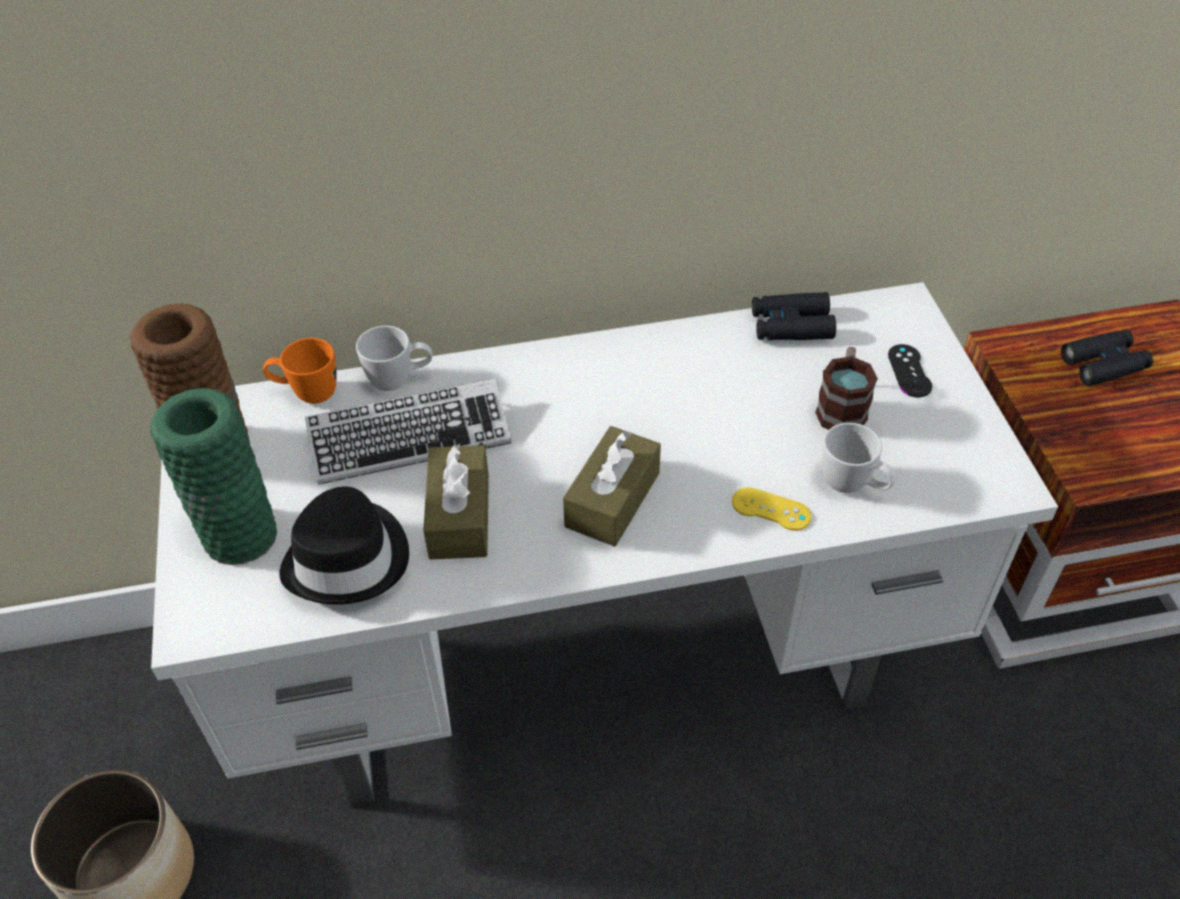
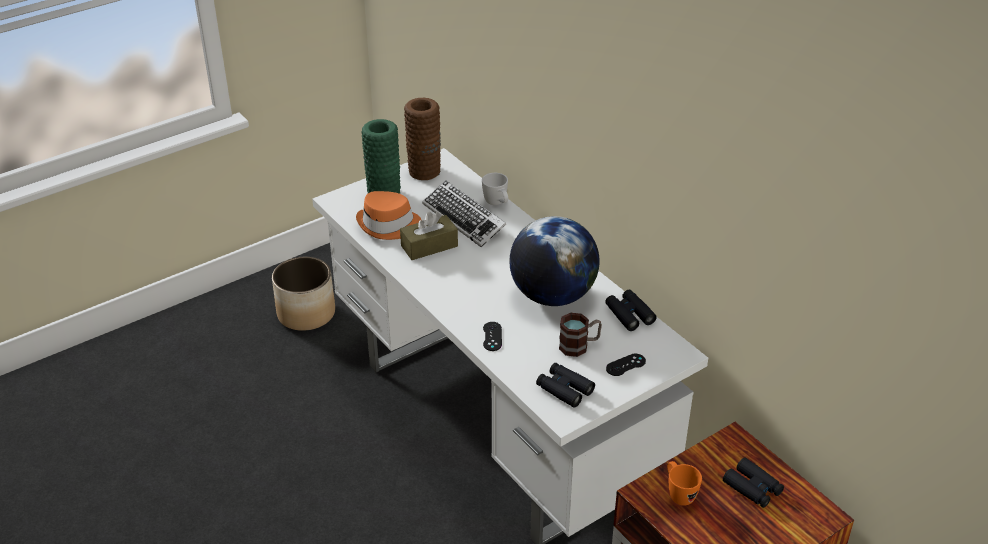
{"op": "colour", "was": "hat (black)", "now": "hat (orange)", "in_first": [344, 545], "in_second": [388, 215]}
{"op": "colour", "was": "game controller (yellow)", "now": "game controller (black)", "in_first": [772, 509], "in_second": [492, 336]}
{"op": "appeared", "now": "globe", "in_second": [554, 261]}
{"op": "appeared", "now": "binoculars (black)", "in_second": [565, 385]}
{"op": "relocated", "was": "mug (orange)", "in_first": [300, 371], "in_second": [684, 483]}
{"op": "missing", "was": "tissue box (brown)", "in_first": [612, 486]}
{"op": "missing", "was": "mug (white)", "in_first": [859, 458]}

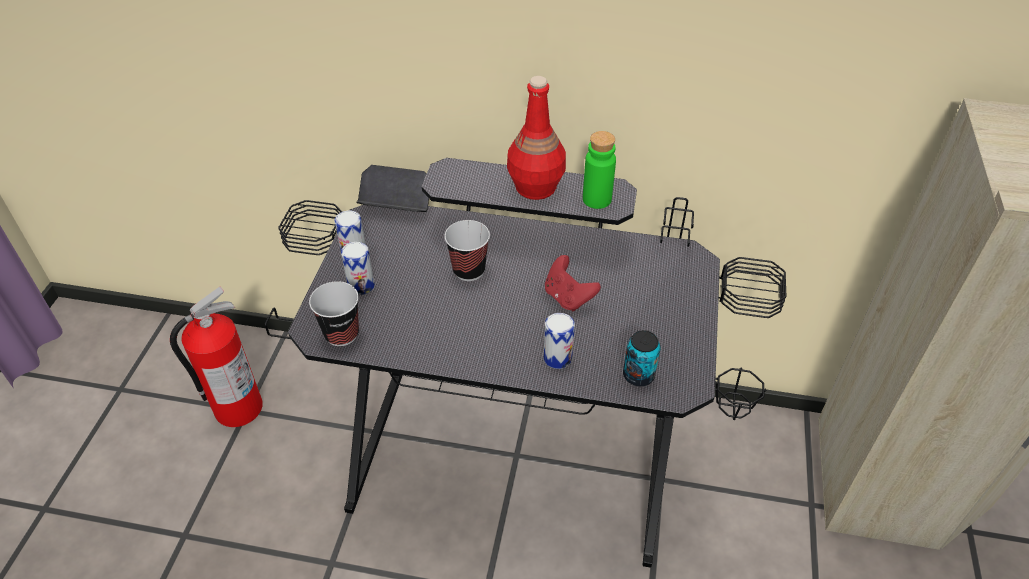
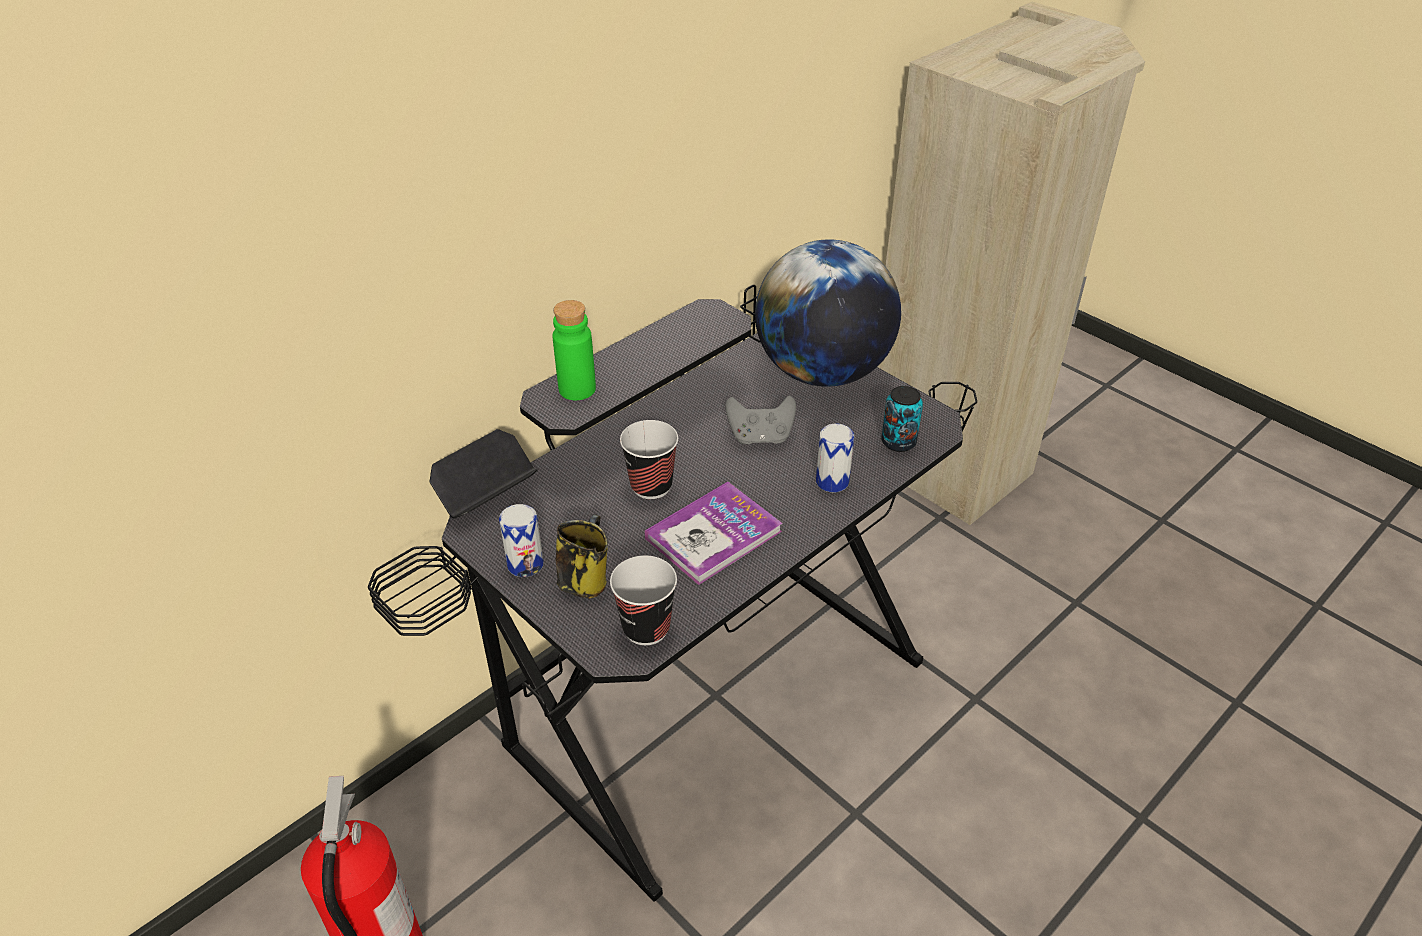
{"op": "relocated", "was": "bottle (green)", "in_first": [599, 170], "in_second": [574, 350]}
{"op": "exchanged", "was": "can", "now": "mug", "in_first": [358, 268], "in_second": [582, 556]}
{"op": "appeared", "now": "book", "in_second": [713, 533]}
{"op": "colour", "was": "game controller (red)", "now": "game controller (grey)", "in_first": [573, 283], "in_second": [760, 420]}
{"op": "appeared", "now": "globe", "in_second": [828, 313]}
{"op": "missing", "was": "bottle (red)", "in_first": [536, 138]}

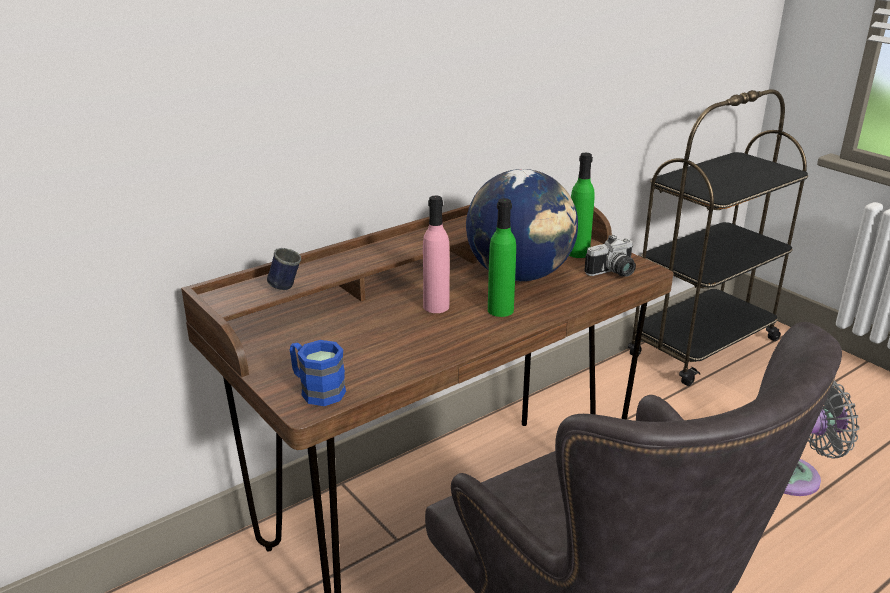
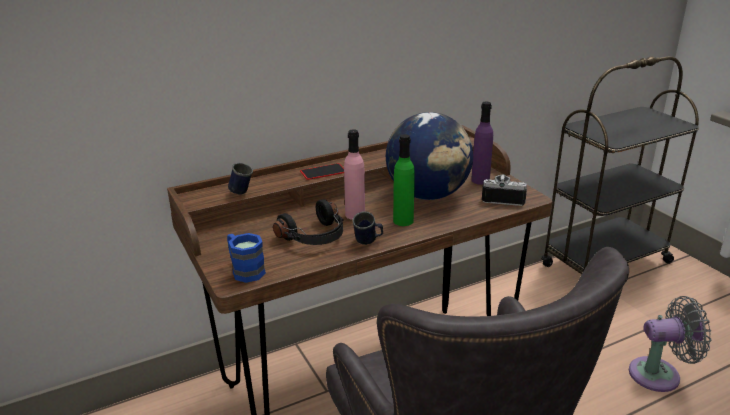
{"op": "appeared", "now": "headphones (black)", "in_second": [308, 222]}
{"op": "appeared", "now": "phone", "in_second": [322, 171]}
{"op": "appeared", "now": "mug (blue)", "in_second": [368, 228]}
{"op": "colour", "was": "bottle (green)", "now": "bottle (purple)", "in_first": [582, 205], "in_second": [482, 143]}
{"op": "spun", "was": "photo camera", "in_first": [610, 256], "in_second": [504, 190], "clockwise": -150}

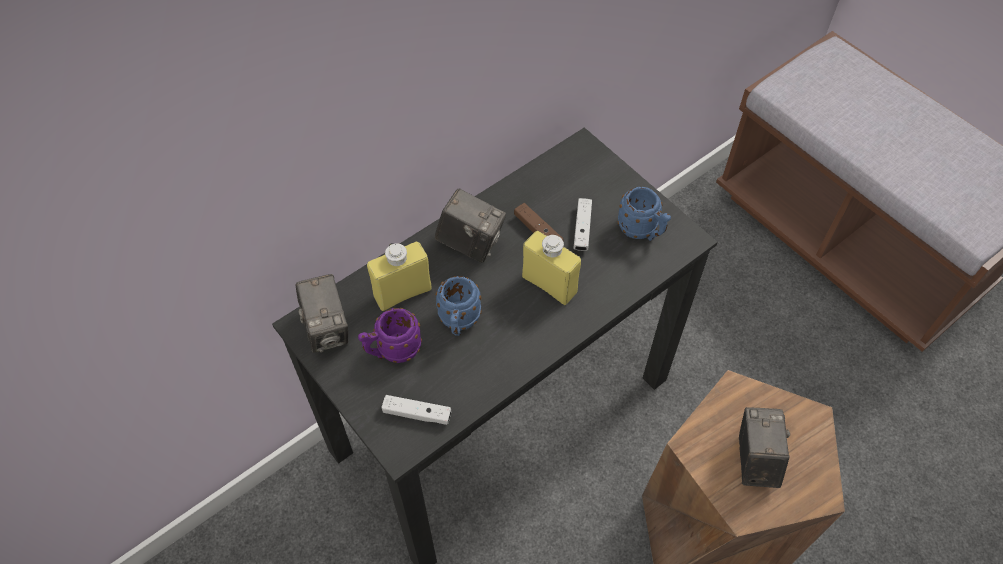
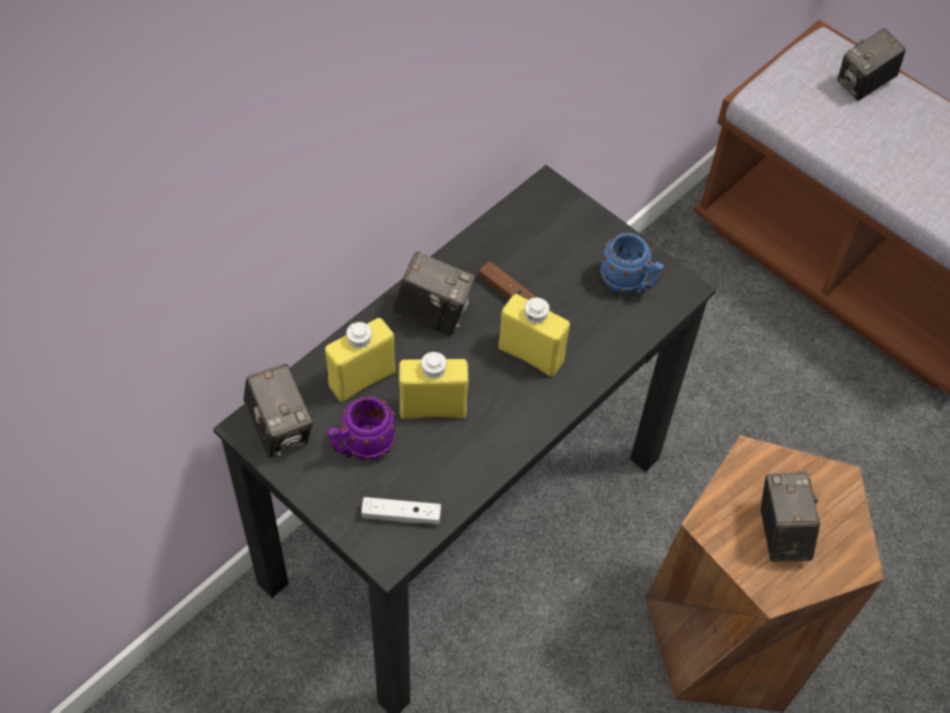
{"op": "exchanged", "was": "mug (blue)", "now": "bottle (yellow)", "in_first": [458, 306], "in_second": [434, 384]}
{"op": "appeared", "now": "photo camera", "in_second": [871, 64]}
{"op": "missing", "was": "game controller (white)", "in_first": [582, 224]}

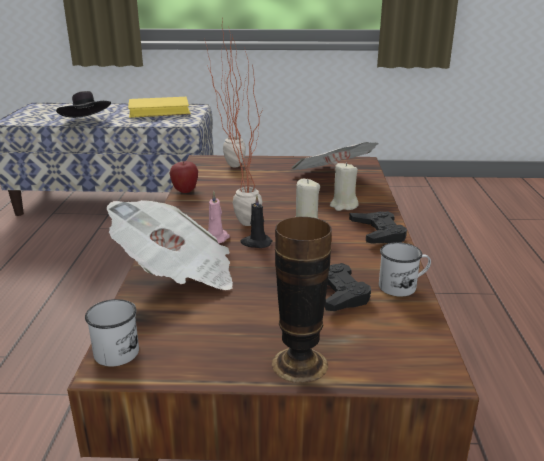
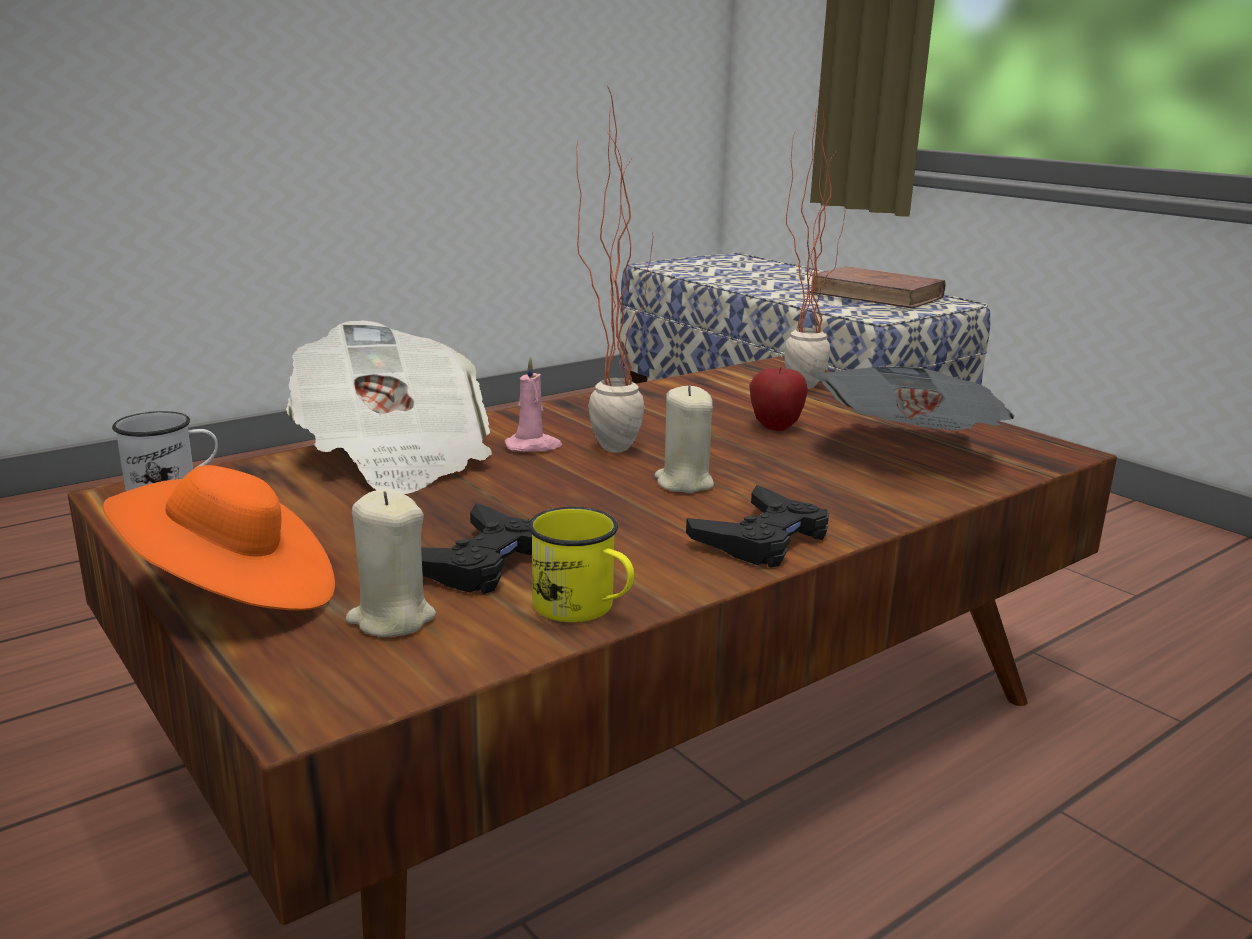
{"op": "exchanged", "was": "vase", "now": "hat (orange)", "in_first": [302, 300], "in_second": [219, 537]}
{"op": "relocated", "was": "candle (beige)", "in_first": [344, 186], "in_second": [391, 563]}
{"op": "colour", "was": "mug (white)", "now": "mug (yellow)", "in_first": [405, 269], "in_second": [581, 564]}
{"op": "relocated", "was": "apple", "in_first": [184, 177], "in_second": [778, 399]}
{"op": "colour", "was": "book (yellow)", "now": "book (brown)", "in_first": [159, 107], "in_second": [878, 287]}
{"op": "missing", "was": "hat (black)", "in_first": [83, 104]}
{"op": "missing", "was": "candle (black)", "in_first": [257, 221]}

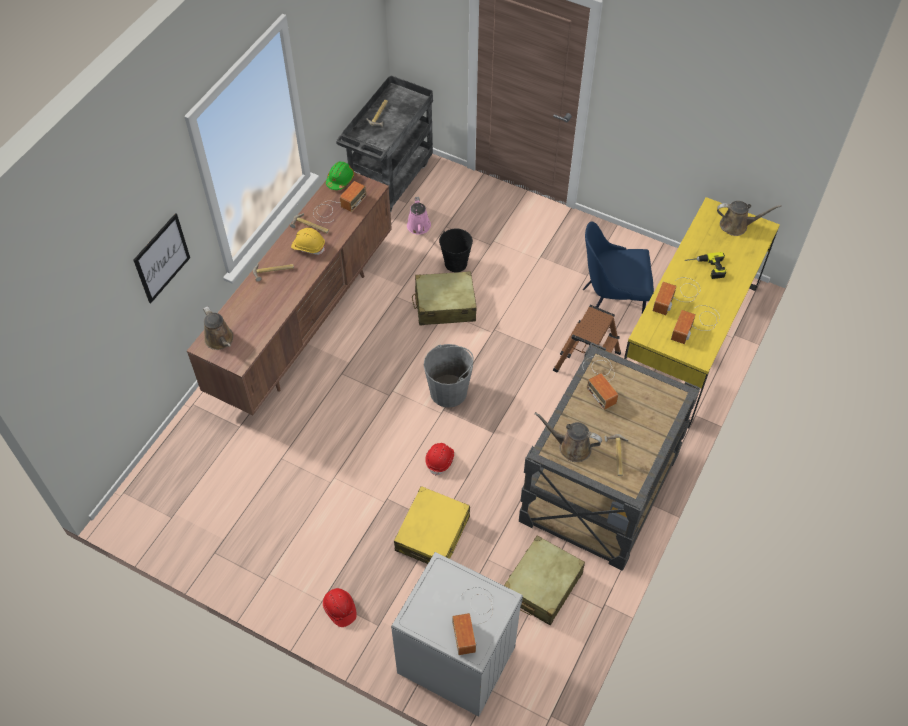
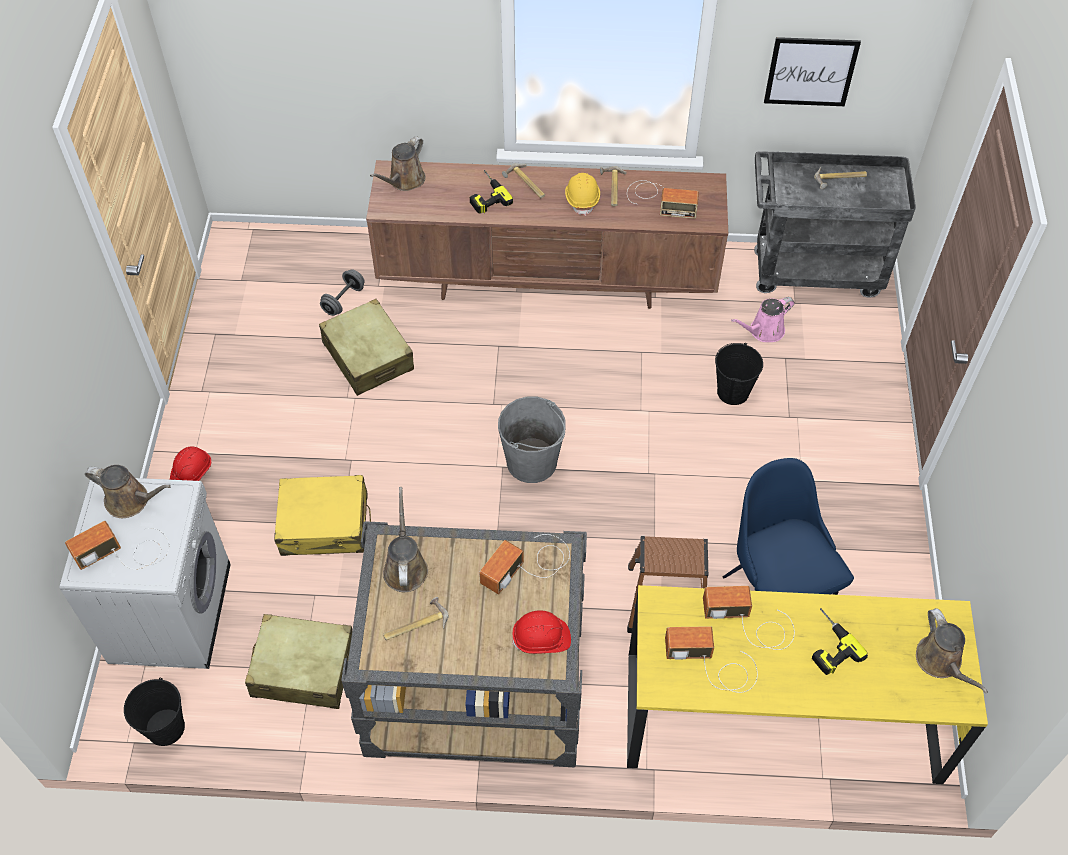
{"op": "appeared", "now": "watering can (brown)", "in_second": [128, 491]}
{"op": "appeared", "now": "bucket (black)", "in_second": [154, 712]}
{"op": "relocated", "was": "suitcase (beige)", "in_first": [444, 298], "in_second": [366, 347]}
{"op": "appeared", "now": "dumbbell (grey)", "in_second": [342, 292]}
{"op": "appeared", "now": "power drill", "in_second": [491, 192]}
{"op": "relocated", "was": "hard hat (red)", "in_first": [439, 459], "in_second": [541, 632]}
{"op": "relocated", "was": "picture", "in_first": [161, 258], "in_second": [812, 71]}
{"op": "missing", "was": "hard hat (green)", "in_first": [340, 176]}

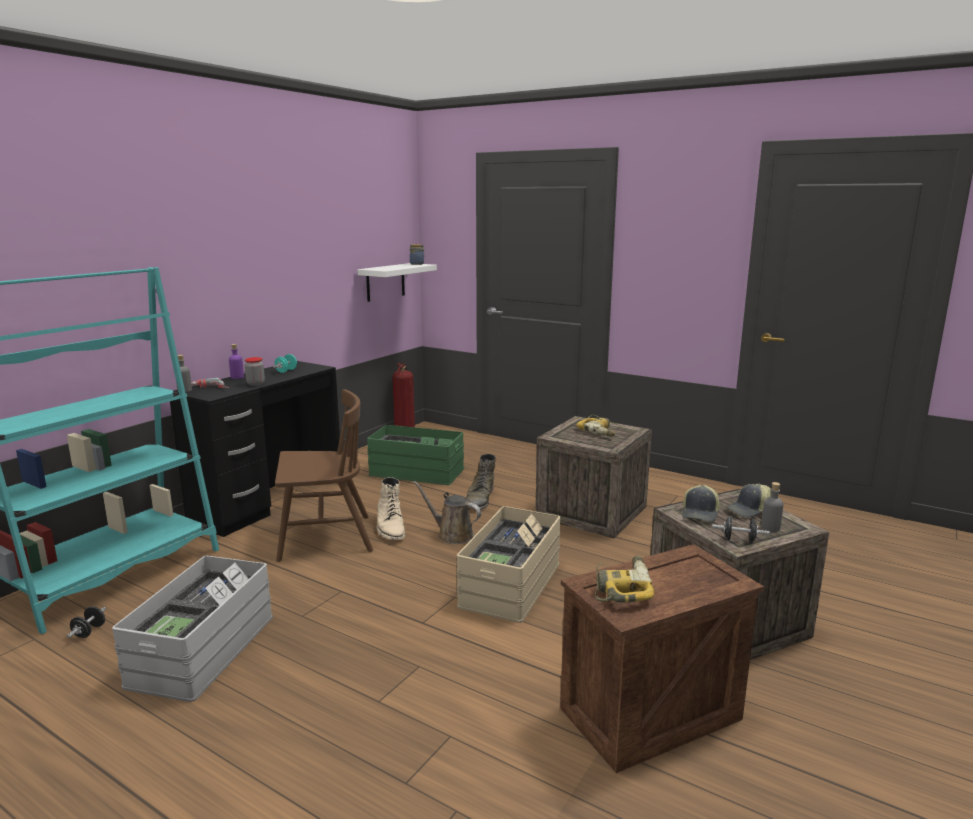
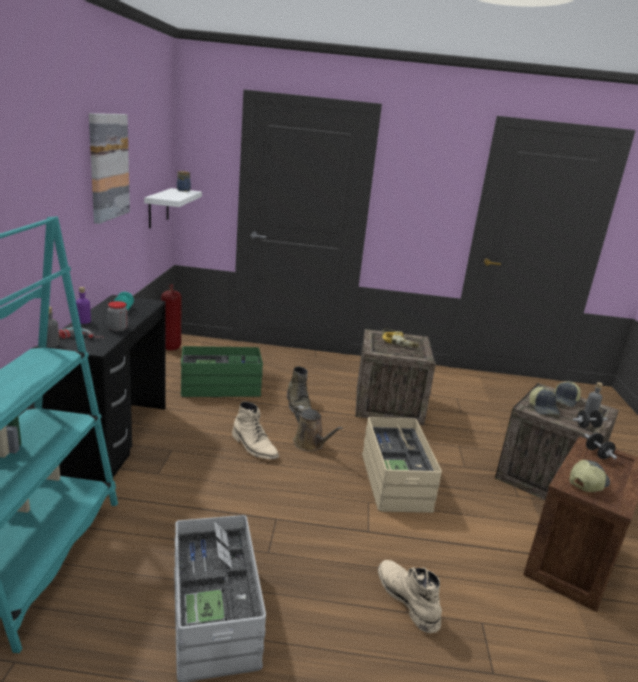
{"op": "appeared", "now": "picture", "in_second": [109, 168]}
{"op": "spun", "was": "watering can (brown)", "in_first": [447, 512], "in_second": [318, 428], "clockwise": -135}
{"op": "appeared", "now": "boot (beige)", "in_second": [410, 596]}
{"op": "exchanged", "was": "power drill", "now": "cap", "in_first": [624, 579], "in_second": [590, 476]}
{"op": "relocated", "was": "dumbbell (black)", "in_first": [86, 622], "in_second": [600, 446]}
{"op": "missing", "was": "chair (brown)", "in_first": [324, 475]}

